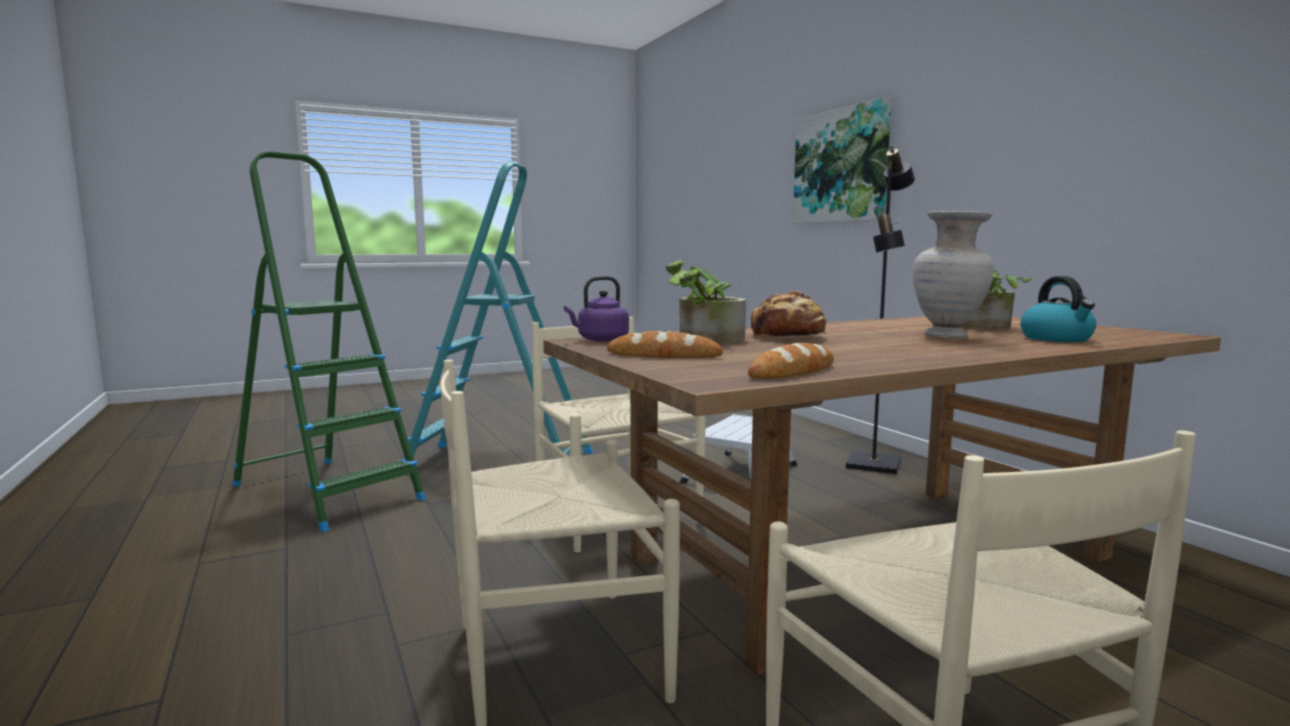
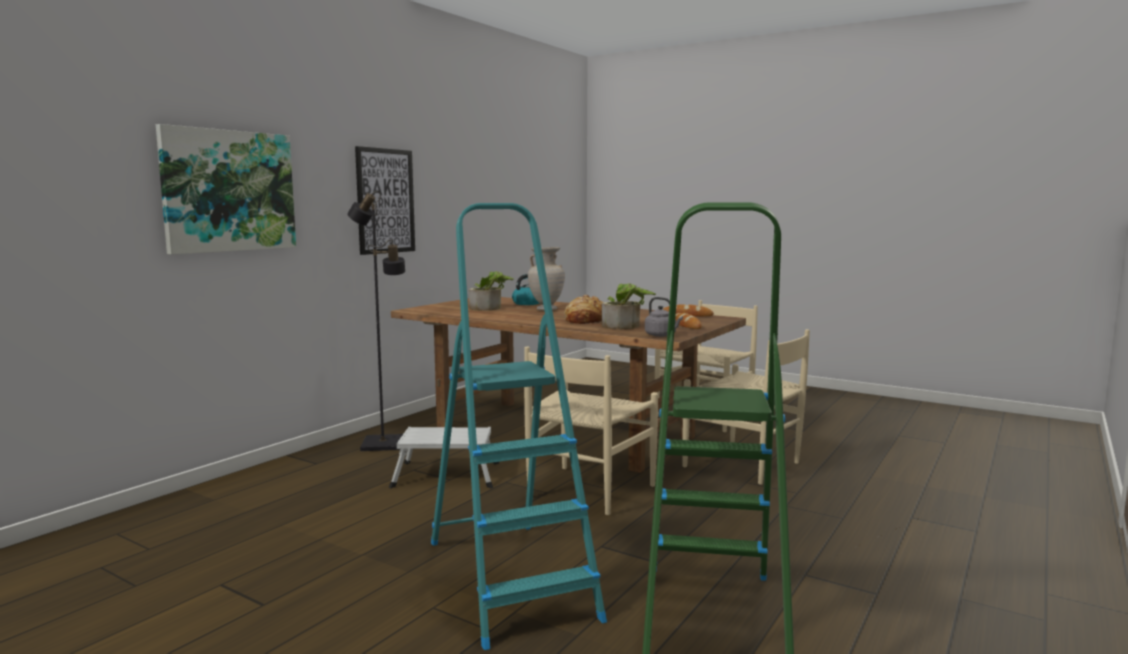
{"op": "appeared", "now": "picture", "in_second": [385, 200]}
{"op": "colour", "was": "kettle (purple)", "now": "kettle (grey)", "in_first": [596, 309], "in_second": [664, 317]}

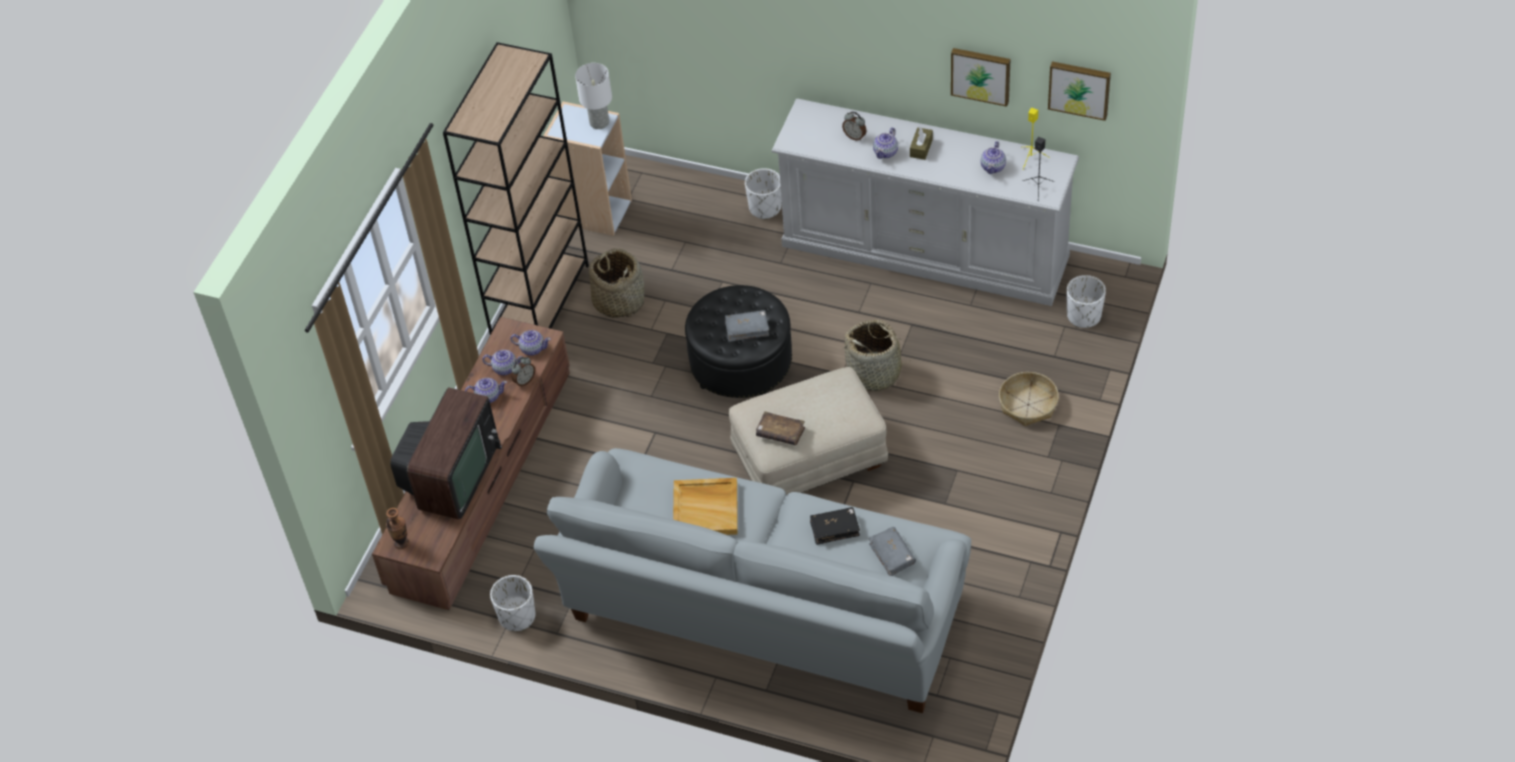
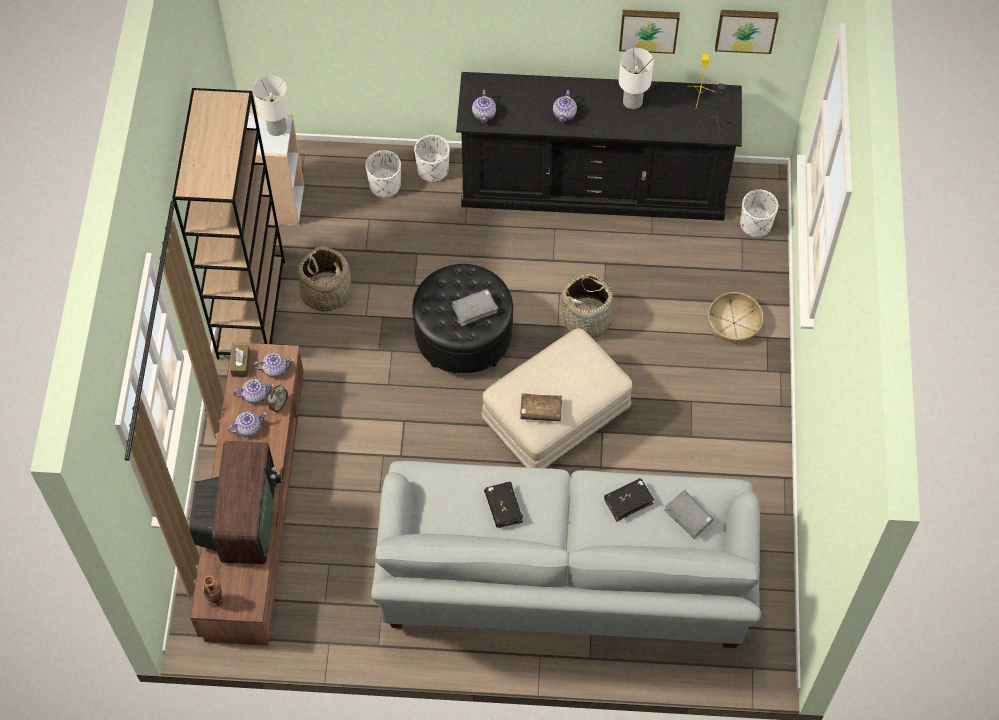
{"op": "relocated", "was": "tissue box (brown)", "in_first": [921, 143], "in_second": [240, 361]}
{"op": "relocated", "was": "planter (white)", "in_first": [512, 603], "in_second": [383, 173]}
{"op": "colour", "was": "cabinet (white)", "now": "cabinet (black)", "in_first": [925, 202], "in_second": [599, 146]}
{"op": "relocated", "was": "teapot", "in_first": [993, 157], "in_second": [484, 106]}
{"op": "exchanged", "was": "tray (beige)", "now": "book (black)", "in_first": [705, 506], "in_second": [503, 504]}
{"op": "appeared", "now": "table lamp (white)", "in_second": [636, 78]}
{"op": "missing", "was": "alarm clock", "in_first": [854, 126]}

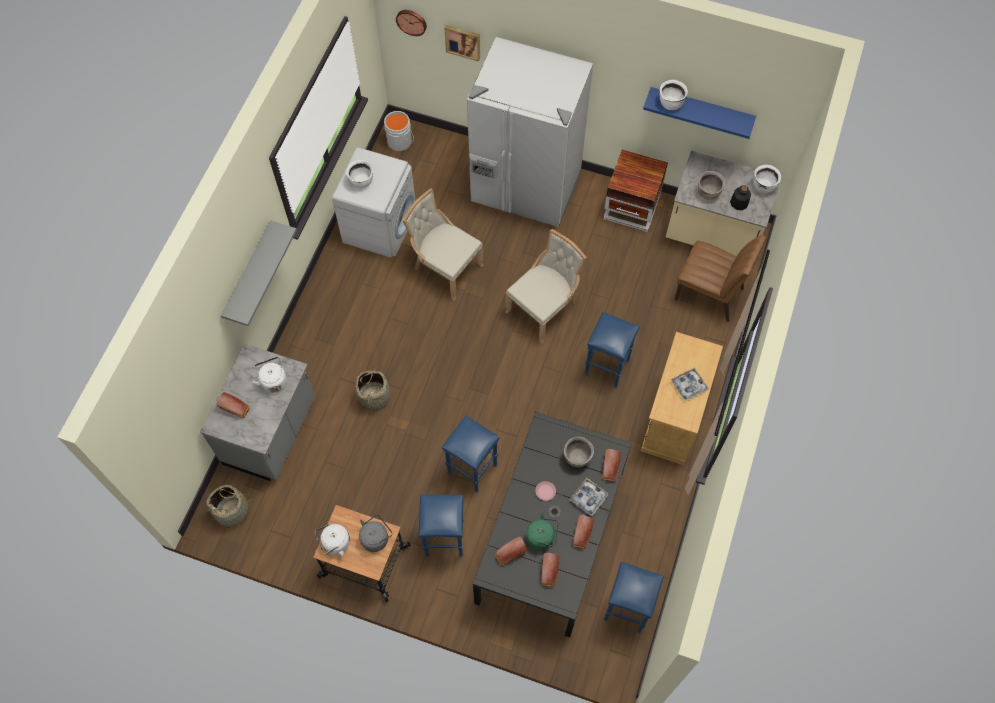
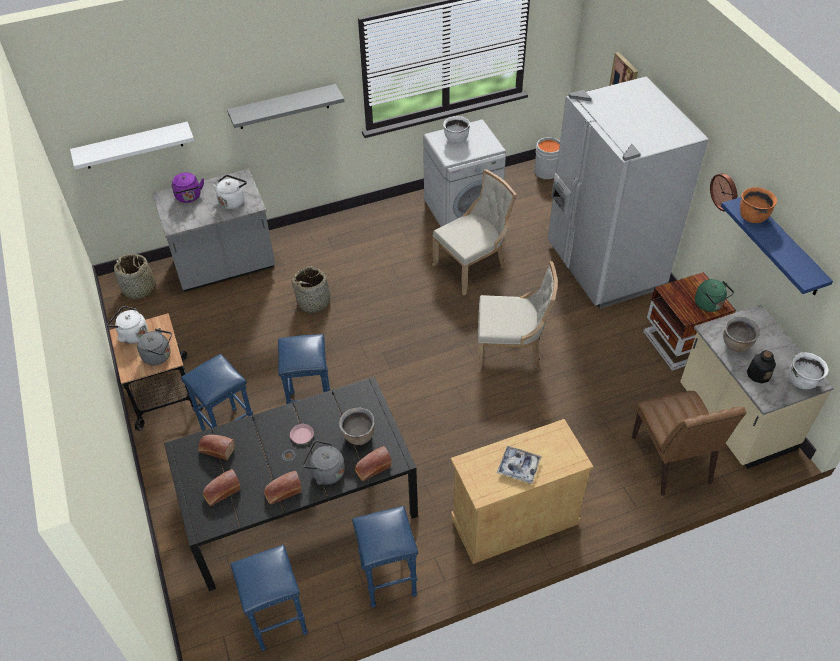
{"op": "appeared", "now": "shelf (white)", "in_second": [132, 146]}
{"op": "exchanged", "was": "bread", "now": "kettle (purple)", "in_first": [233, 405], "in_second": [188, 187]}
{"op": "exchanged", "was": "tray", "now": "kettle (grey)", "in_first": [589, 497], "in_second": [324, 463]}
{"op": "relocated", "was": "stool (blue)", "in_first": [612, 350], "in_second": [385, 557]}
{"op": "spun", "was": "chair (beige)", "in_first": [443, 244], "in_second": [474, 232], "clockwise": 60}
{"op": "relocated", "was": "kettle (green)", "in_first": [542, 531], "in_second": [714, 295]}
{"op": "relocated", "was": "wall clock", "in_first": [411, 23], "in_second": [724, 192]}
{"op": "colour", "was": "cooking pot (white)", "now": "cooking pot (orange)", "in_first": [674, 95], "in_second": [758, 205]}

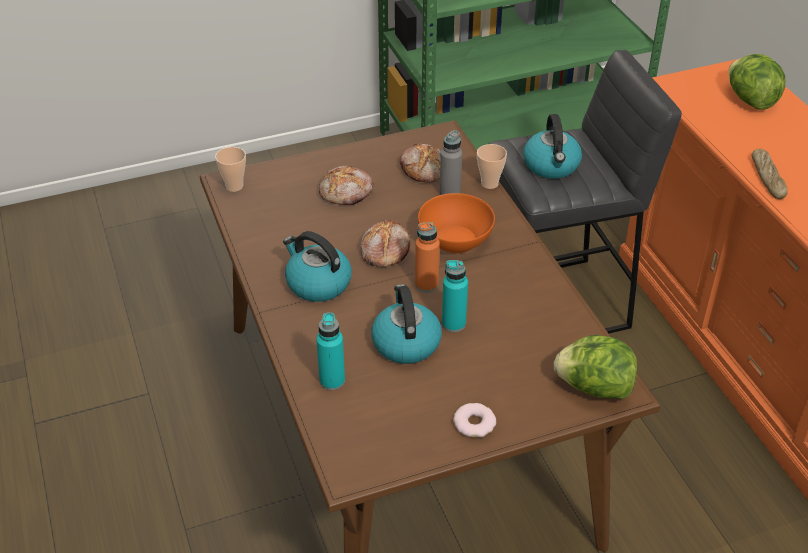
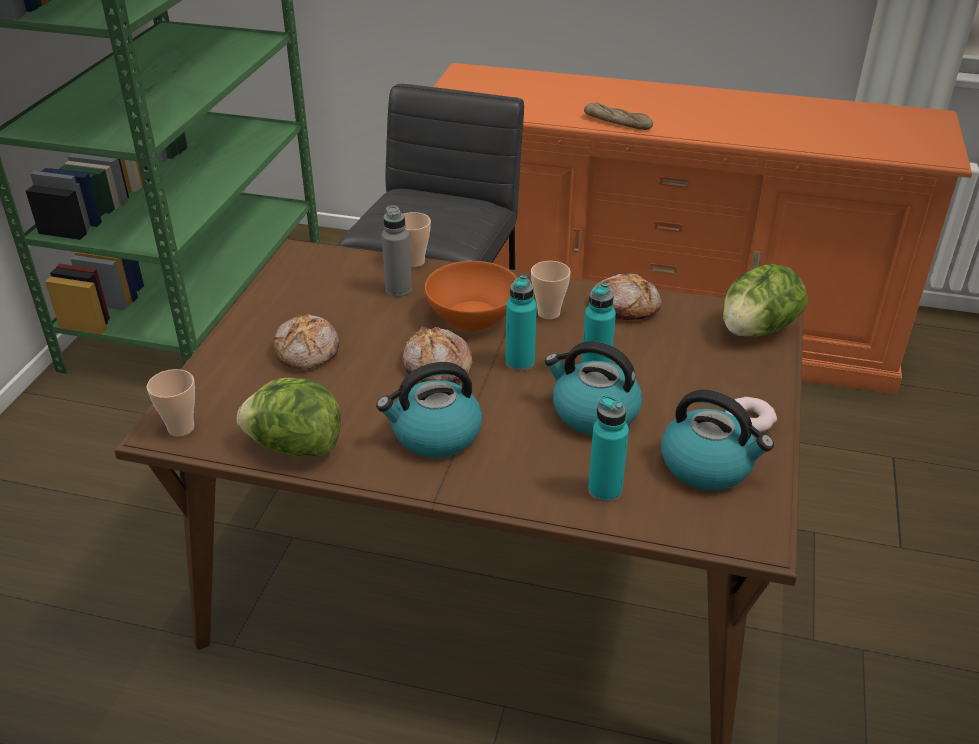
{"op": "relocated", "was": "lettuce", "in_first": [756, 82], "in_second": [288, 417]}
{"op": "colour", "was": "bottle (orange)", "now": "bottle (turquoise)", "in_first": [427, 257], "in_second": [521, 323]}
{"op": "appeared", "now": "cup", "in_second": [551, 290]}
{"op": "relocated", "was": "bread", "in_first": [420, 163], "in_second": [625, 296]}
{"op": "relocated", "was": "kettle", "in_first": [552, 146], "in_second": [717, 440]}

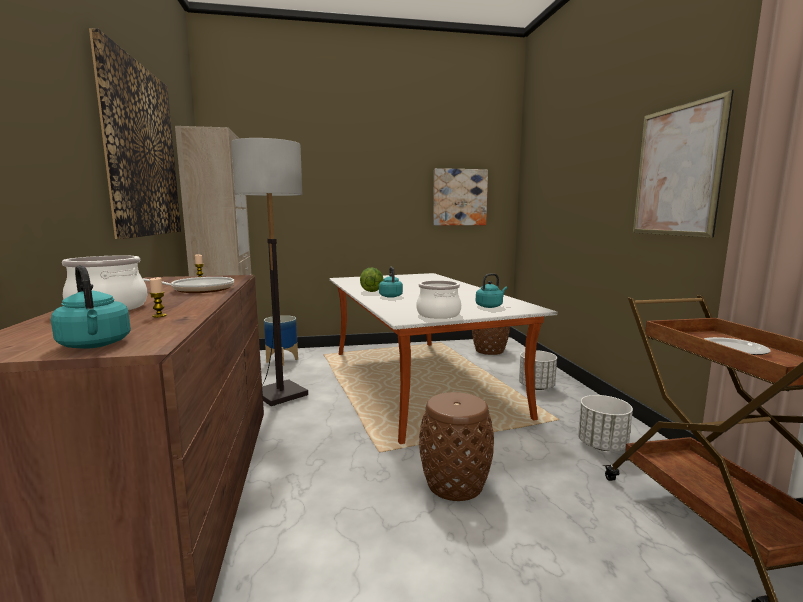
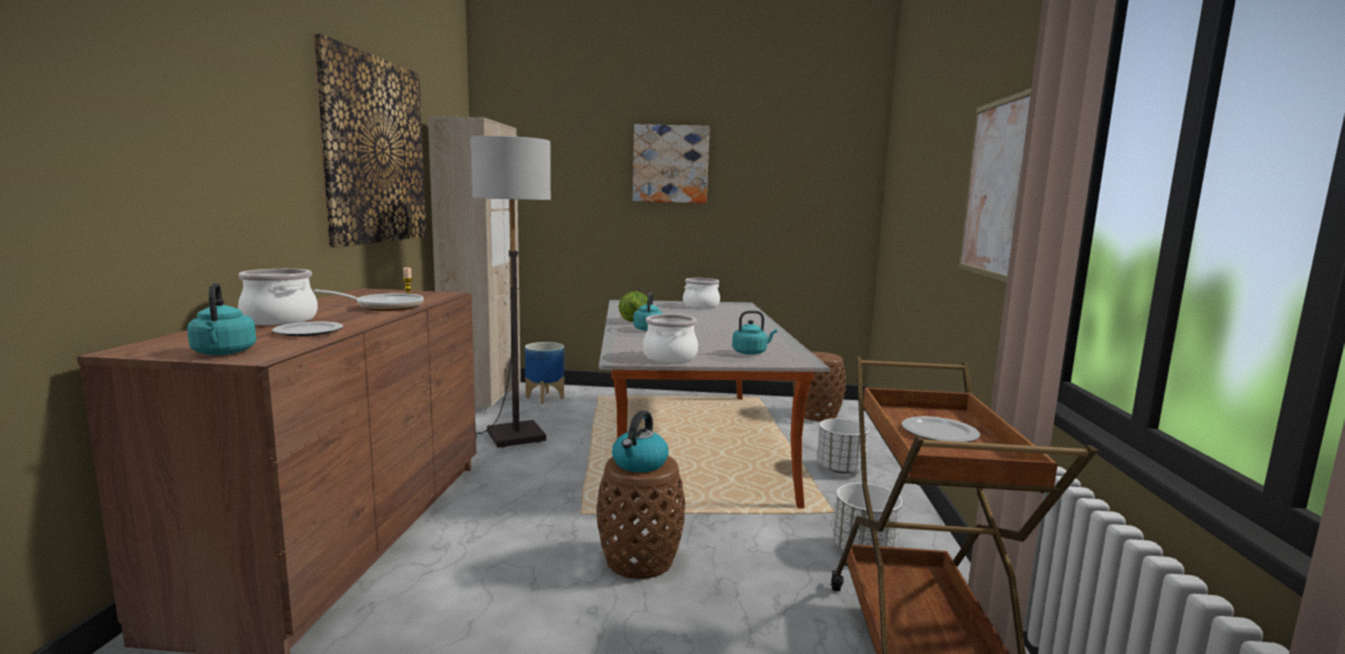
{"op": "exchanged", "was": "candle", "now": "plate", "in_first": [158, 297], "in_second": [308, 328]}
{"op": "appeared", "now": "kettle", "in_second": [640, 441]}
{"op": "relocated", "was": "picture", "in_first": [460, 196], "in_second": [671, 163]}
{"op": "appeared", "now": "cooking pot", "in_second": [701, 293]}

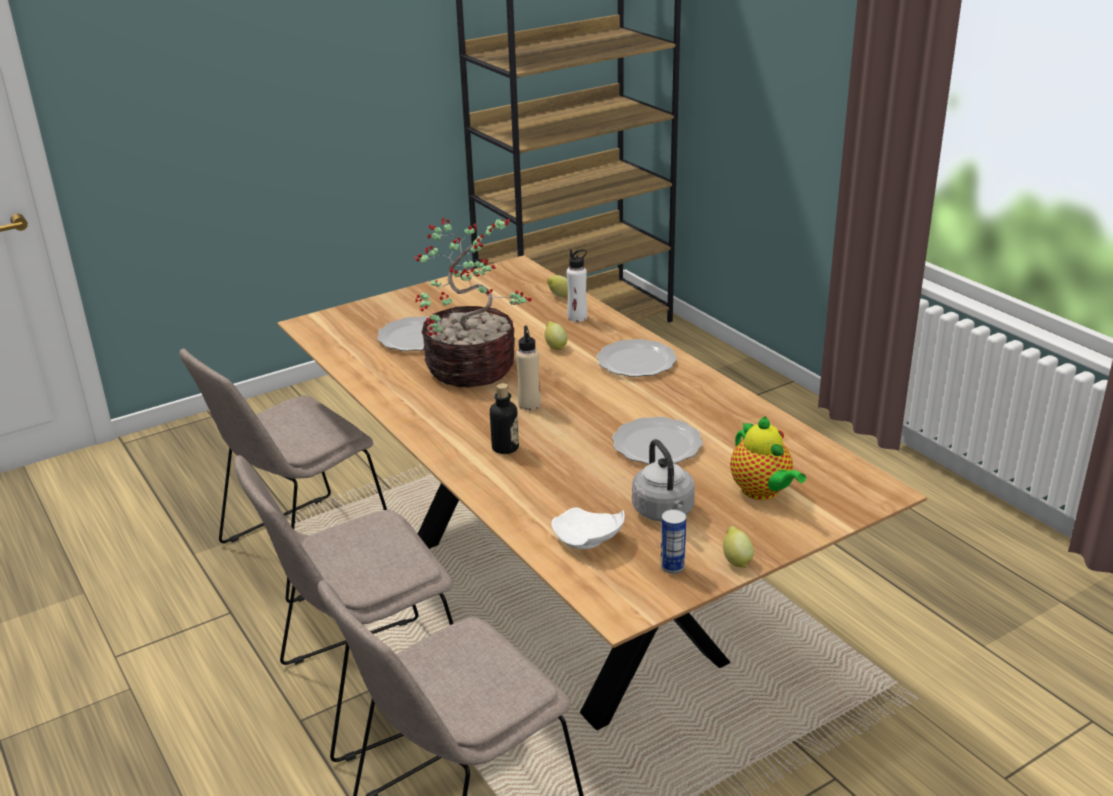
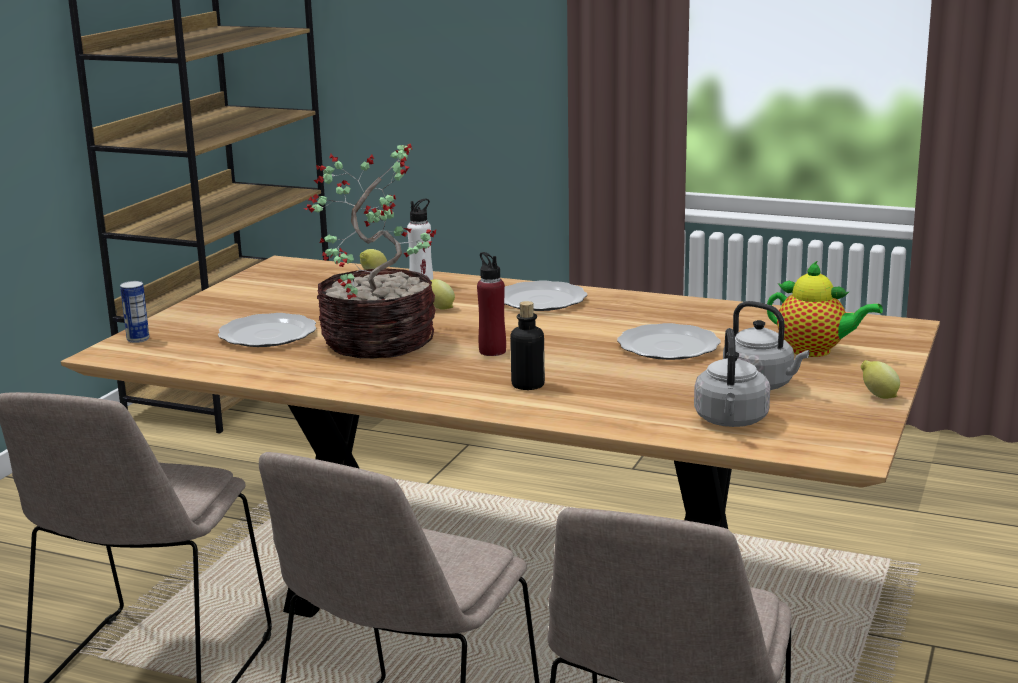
{"op": "relocated", "was": "can", "in_first": [673, 541], "in_second": [134, 312]}
{"op": "colour", "was": "bottle (beige)", "now": "bottle (red)", "in_first": [528, 368], "in_second": [491, 304]}
{"op": "exchanged", "was": "plate (white)", "now": "kettle (grey)", "in_first": [588, 528], "in_second": [732, 377]}

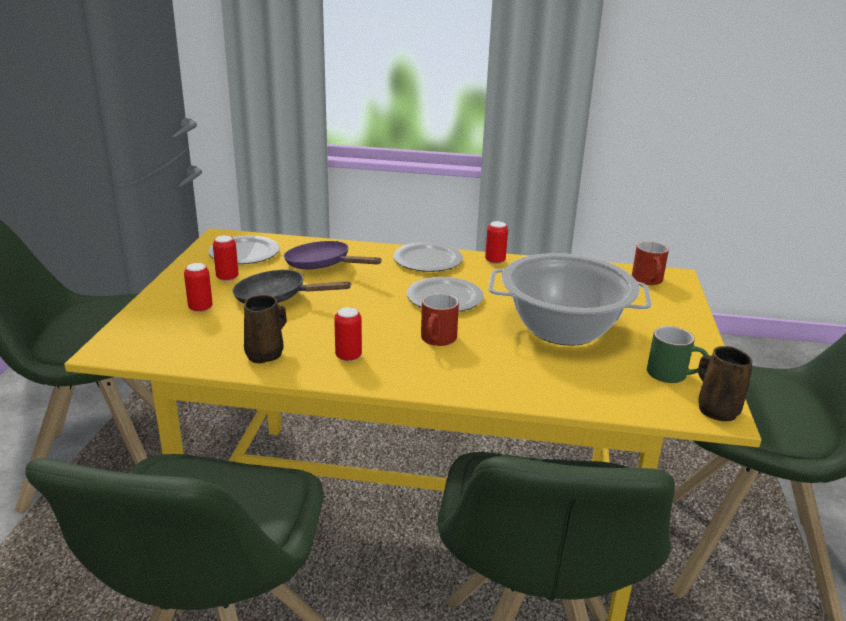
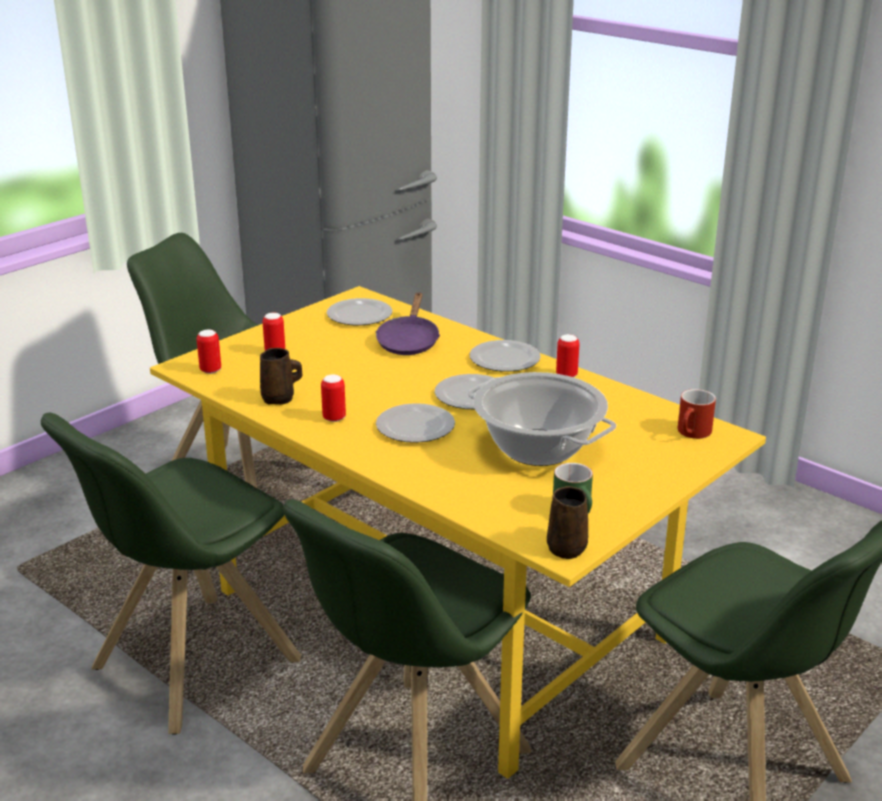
{"op": "relocated", "was": "can", "in_first": [226, 258], "in_second": [209, 352]}
{"op": "spun", "was": "frying pan (purple)", "in_first": [333, 255], "in_second": [407, 323], "clockwise": -150}
{"op": "exchanged", "was": "mug (red)", "now": "plate", "in_first": [440, 319], "in_second": [415, 423]}
{"op": "missing", "was": "frying pan (black)", "in_first": [292, 286]}

